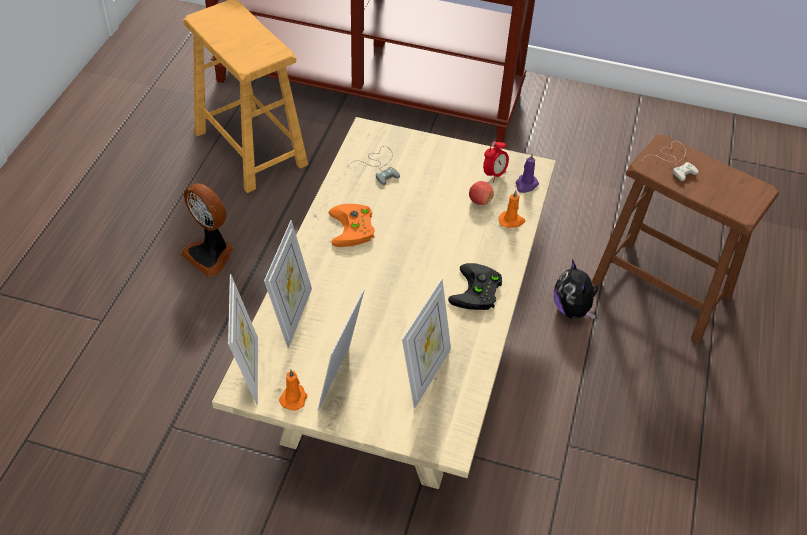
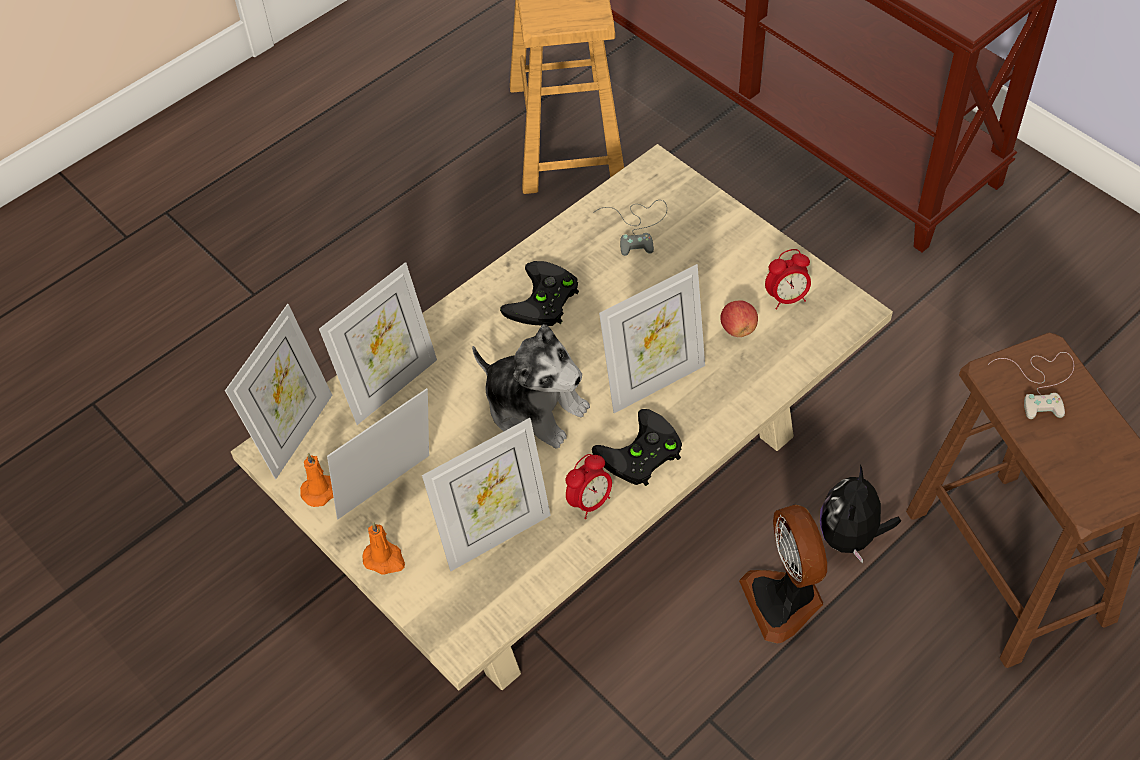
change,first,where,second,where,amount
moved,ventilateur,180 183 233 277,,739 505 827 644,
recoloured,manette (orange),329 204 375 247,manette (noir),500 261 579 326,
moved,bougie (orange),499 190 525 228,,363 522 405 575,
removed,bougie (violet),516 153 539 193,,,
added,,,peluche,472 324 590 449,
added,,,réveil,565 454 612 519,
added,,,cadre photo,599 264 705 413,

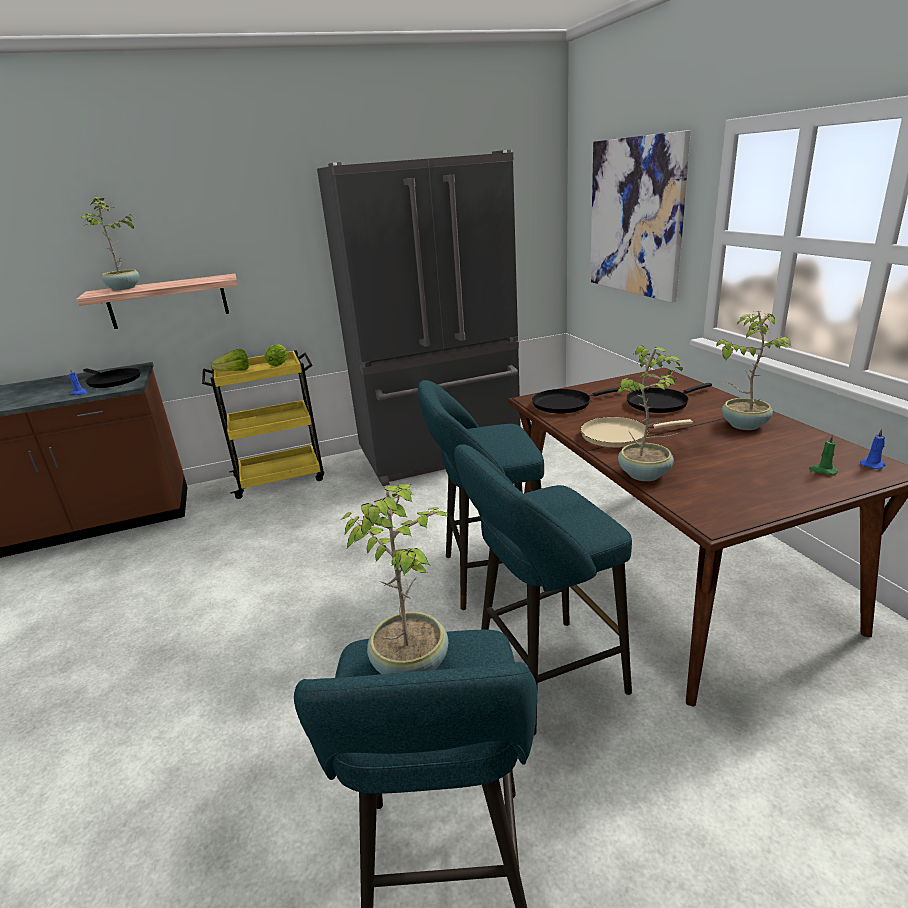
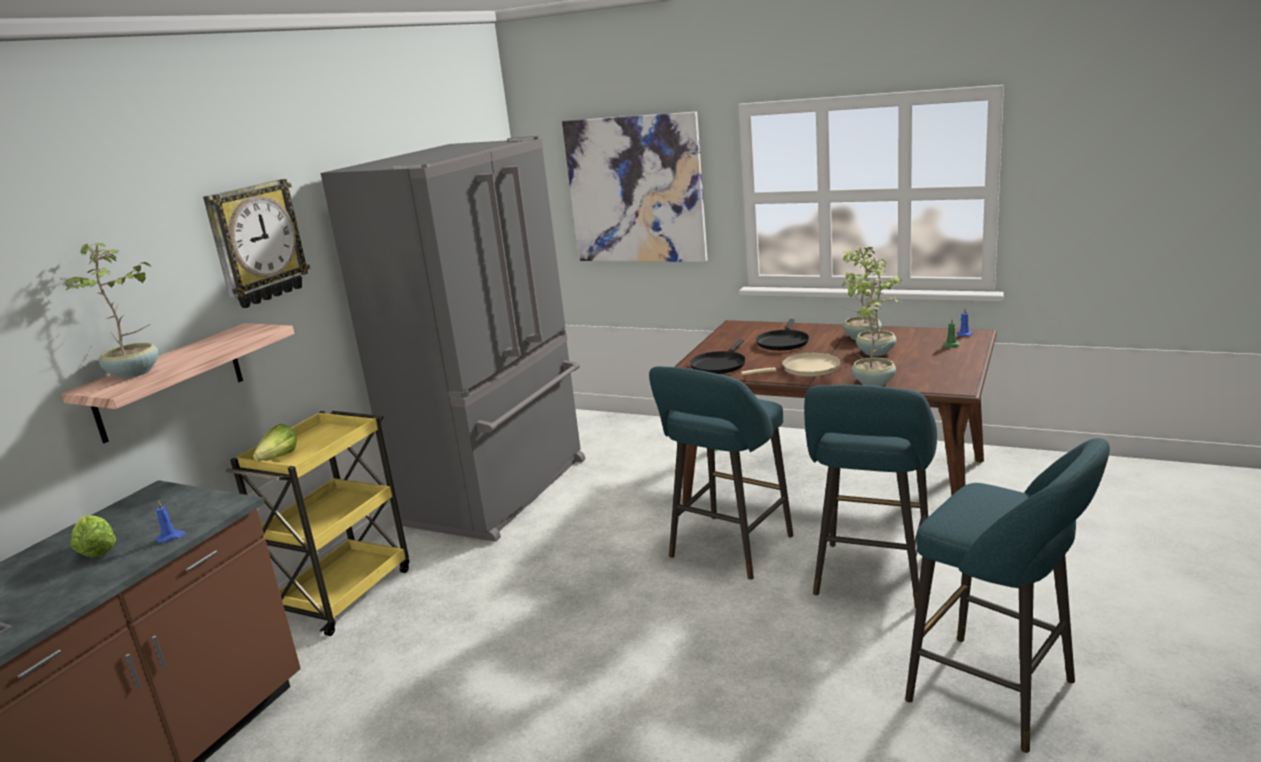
change,first,where,second,where,amount
removed,poêle (noir),83 368 140 388,,,
moved,laitue,265 344 288 367,,71 515 116 557,
moved,plante en pot,340 484 449 674,,842 258 903 356,
turned,poêle (beige),581 417 693 447,,741 352 841 376,135 degrees counterclockwise
added,,,horloge murale,203 179 310 308,

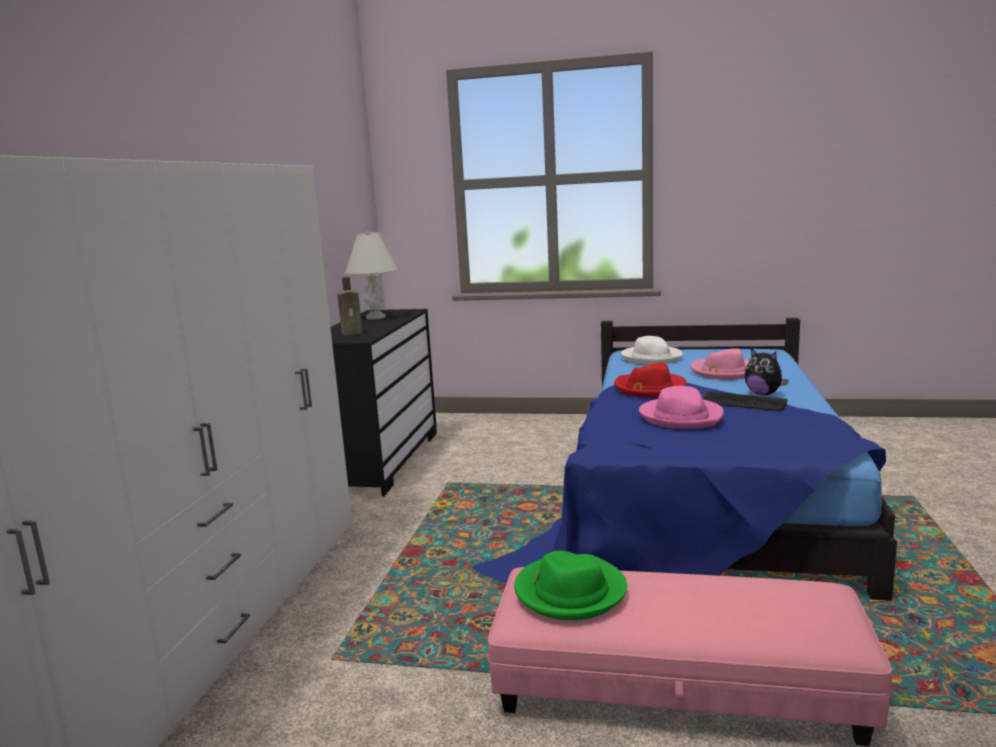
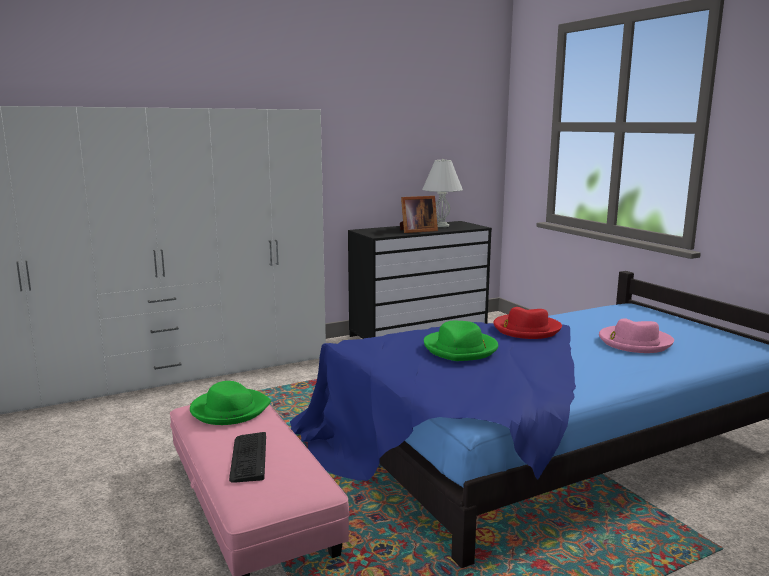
change,first,where,second,where,amount
removed,bouteille (marron),337 277 362 336,,,
removed,chapeau (blanc),621 336 683 364,,,
recoloured,chapeau (rose),639 386 724 429,chapeau (vert),424 321 498 361,
moved,clavier,703 392 787 411,,229 432 266 483,
removed,peluche,744 348 789 395,,,
added,,,cadre photo,400 196 438 233,

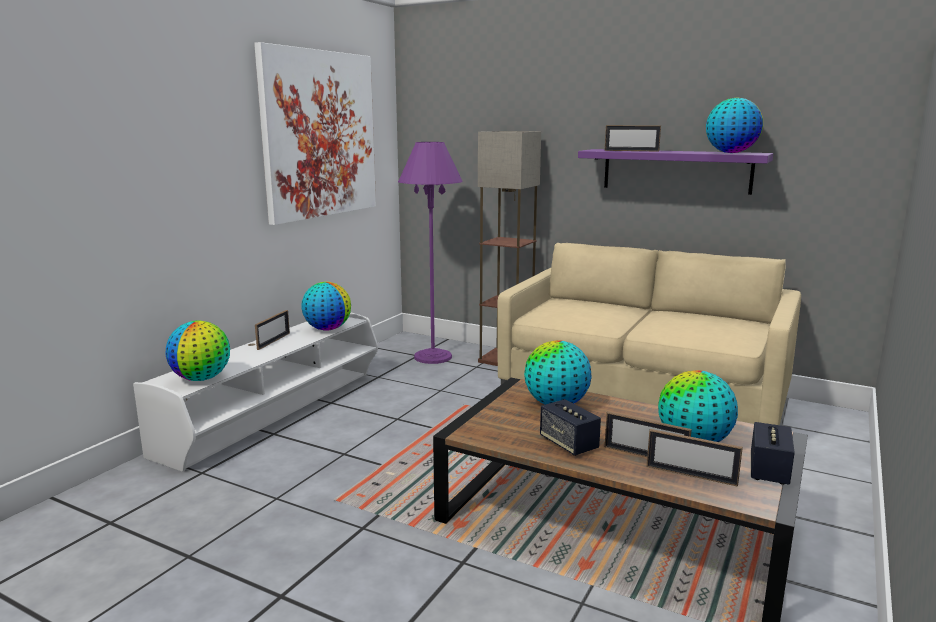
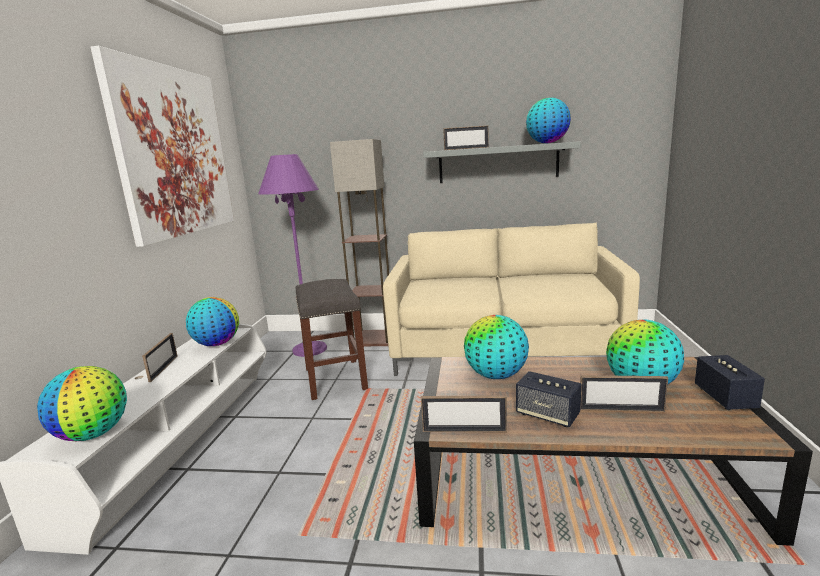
change,first,where,second,where,amount
recoloured,étagère (violet),578 149 773 195,étagère (gris),423 141 581 183,
moved,cadre photo,647 429 743 487,,421 395 507 432,
added,,,tabouret (gris),296 279 368 400,

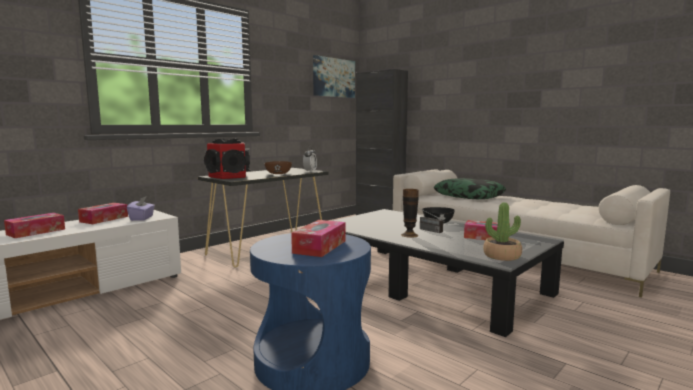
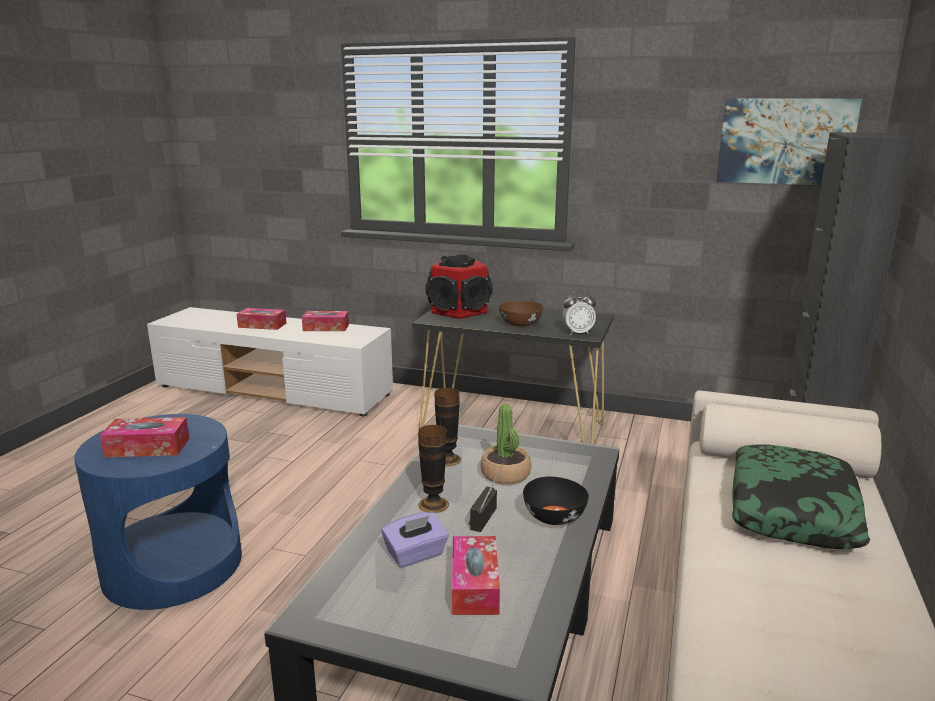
change,first,where,second,where,amount
moved,boîte à mouchoirs (violet),127 197 155 221,,382 512 449 567,
moved,plante en pot,483 202 522 261,,481 404 531 484,
added,,,vase,435 388 461 466,

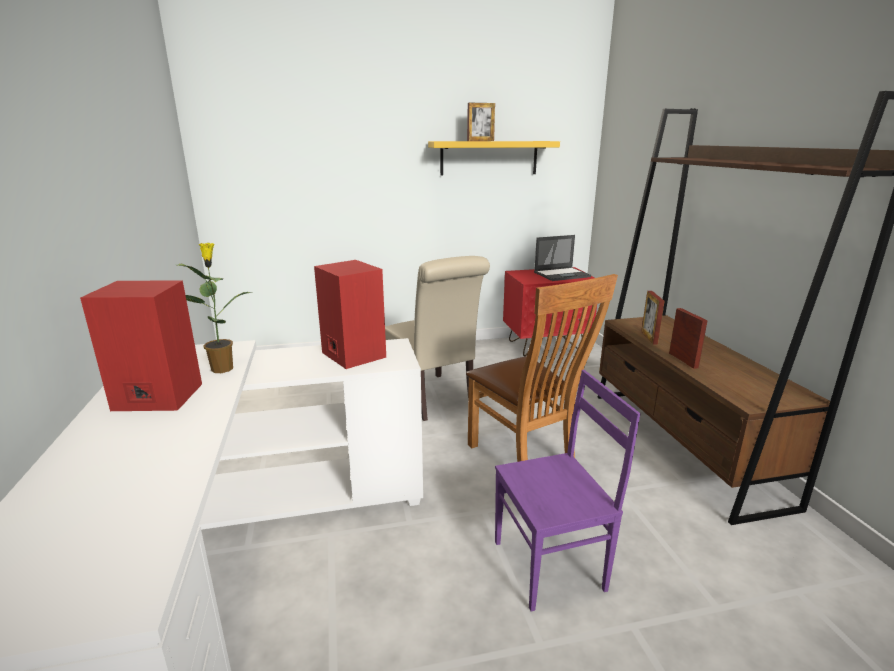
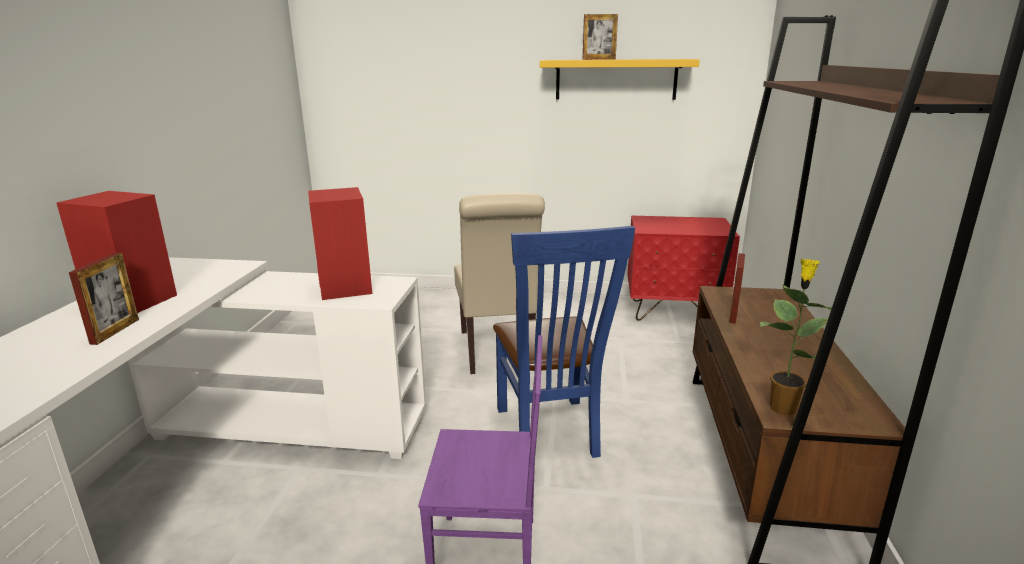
change,first,where,second,where,amount
moved,plante en pot,178 243 252 373,,760 259 832 416,
recoloured,chaise (marron),466 274 618 462,chaise (bleu),493 226 635 458,
removed,ordinateur portable,534 235 591 281,,,
moved,cadre photo,669 308 708 369,,69 253 139 345,

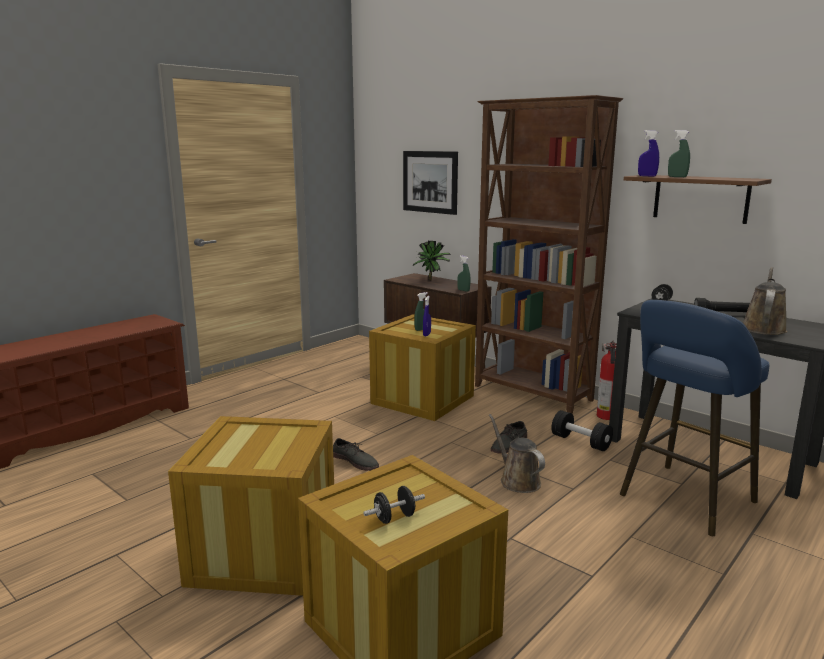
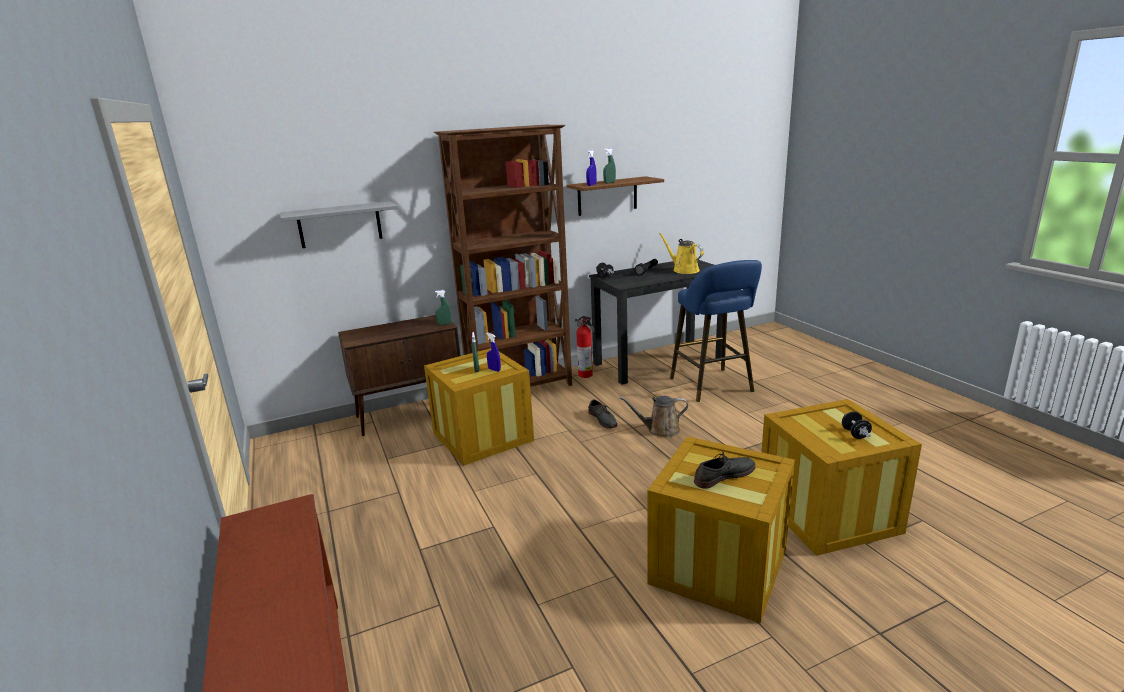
change,first,where,second,where,amount
moved,chaussure (gris),333 438 379 471,,694 452 756 489,
replaced,tableau,403 151 458 215,étagère (gris),280 201 398 248,
removed,plante en pot,413 241 451 280,,,
removed,haltère (noir),551 410 613 451,,,
recoloured,arrosoir (marron),743 267 787 335,arrosoir (jaune),659 233 704 274,

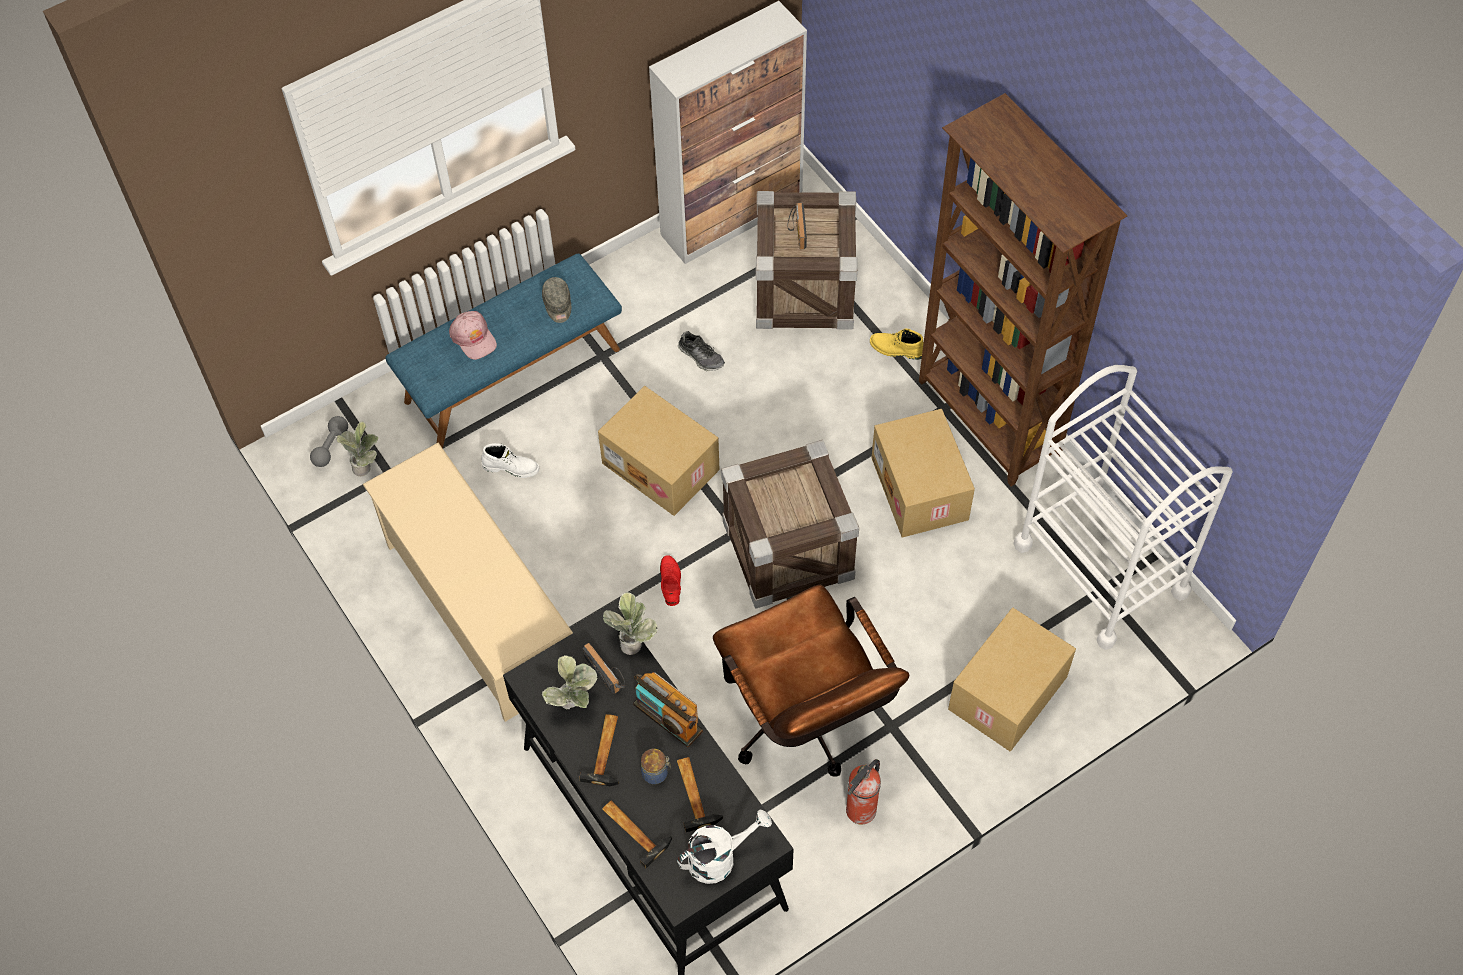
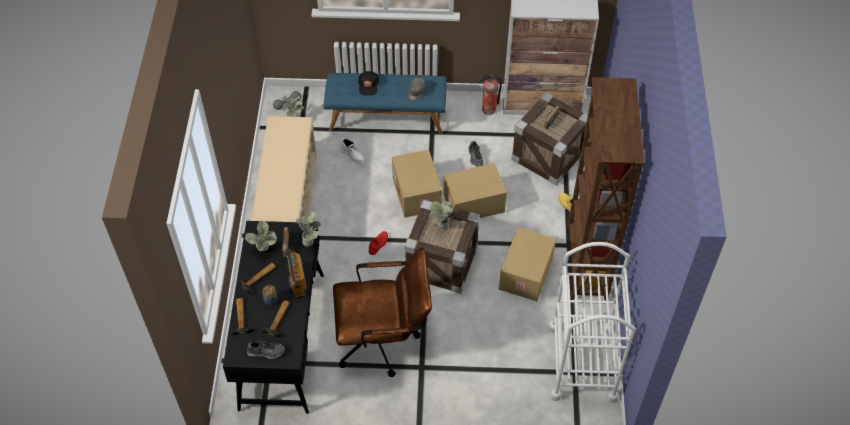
change,first,where,second,where,amount
recoloured,casquette (rose),449 311 497 360,casquette (noir),358 71 379 96,
replaced,arrosoir (blanc),677 810 772 884,chaussure,247 340 285 359,
turned,chaise de bureau (marron),713 585 909 777,,333 248 432 377,105 degrees counterclockwise
moved,extincteur,846 759 881 825,,478 74 502 115,
moved,carton,948 607 1076 752,,443 163 507 218,
added,,,plante en pot,430 201 453 230,

